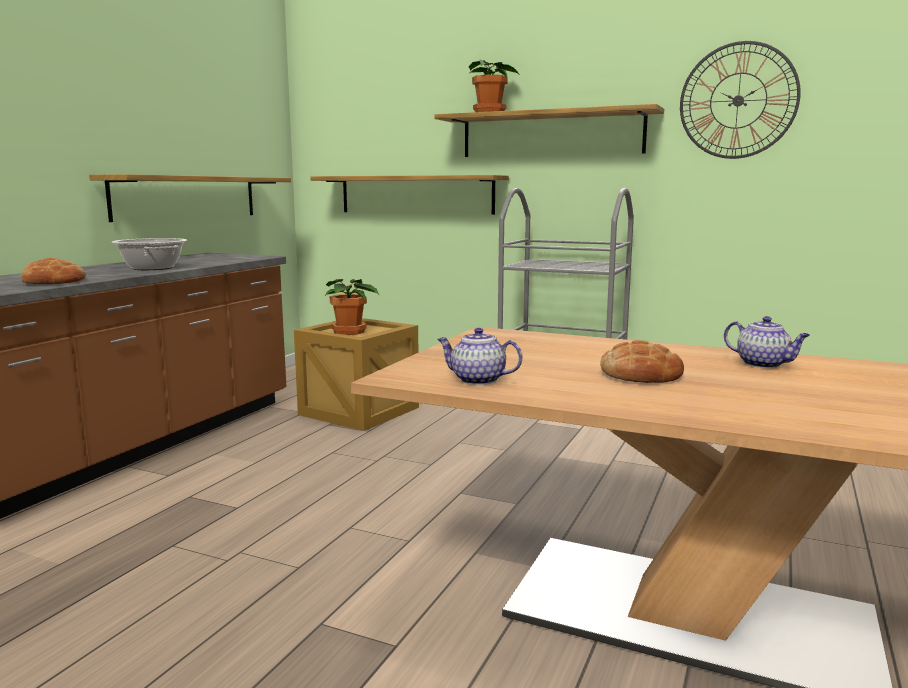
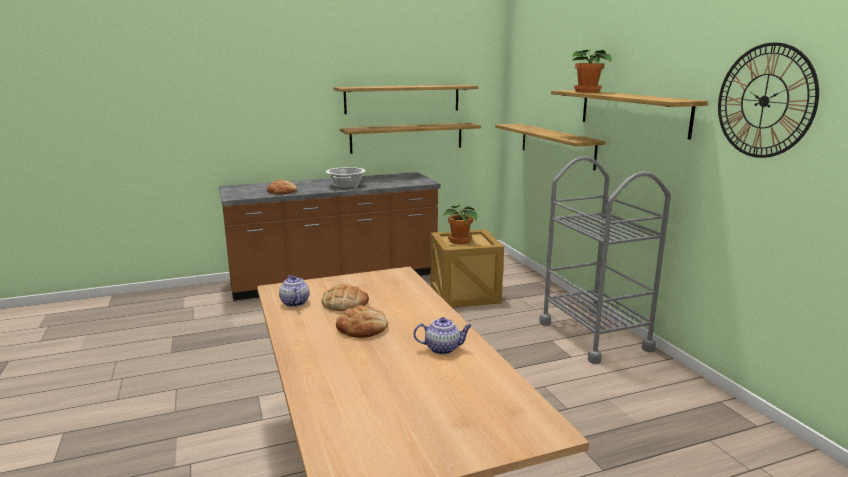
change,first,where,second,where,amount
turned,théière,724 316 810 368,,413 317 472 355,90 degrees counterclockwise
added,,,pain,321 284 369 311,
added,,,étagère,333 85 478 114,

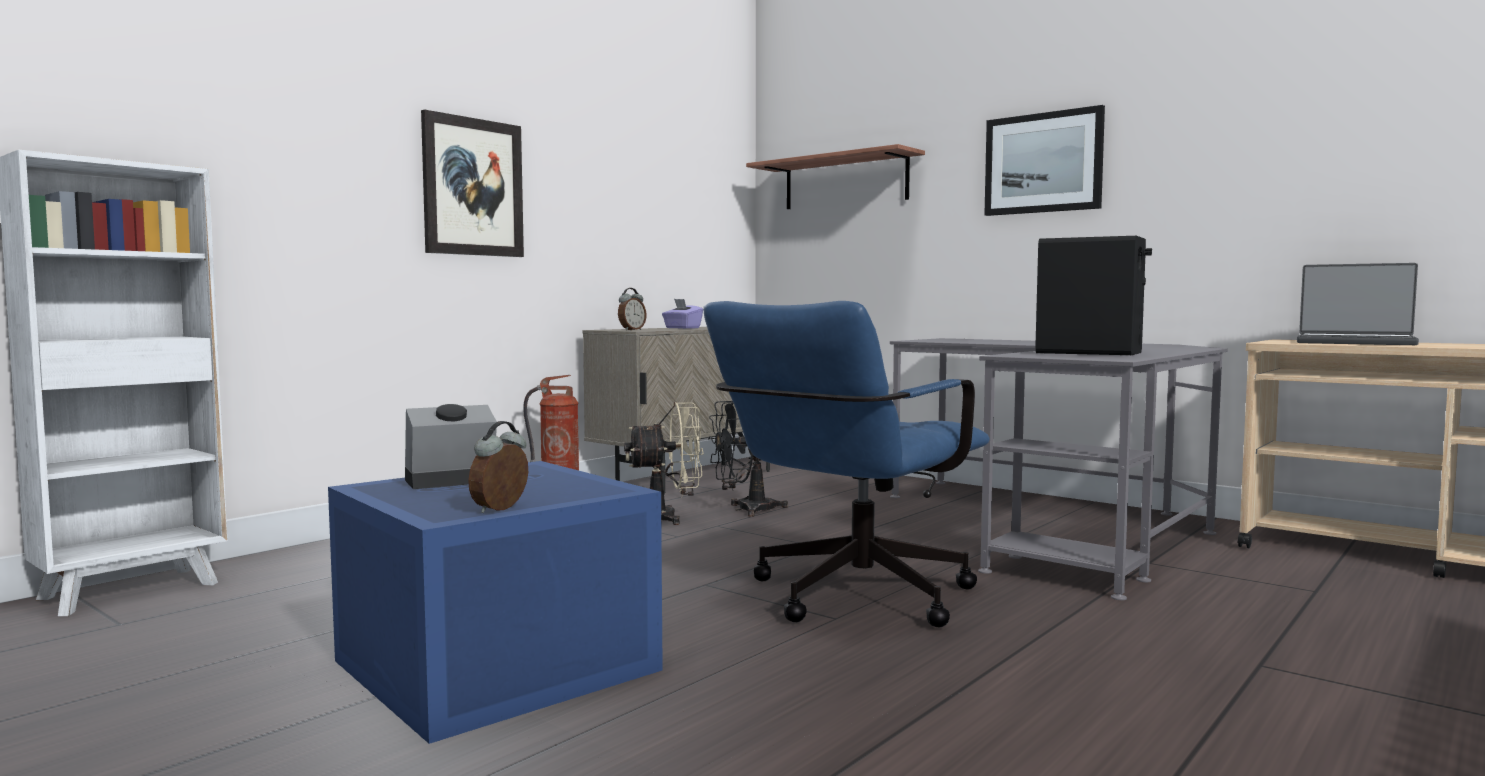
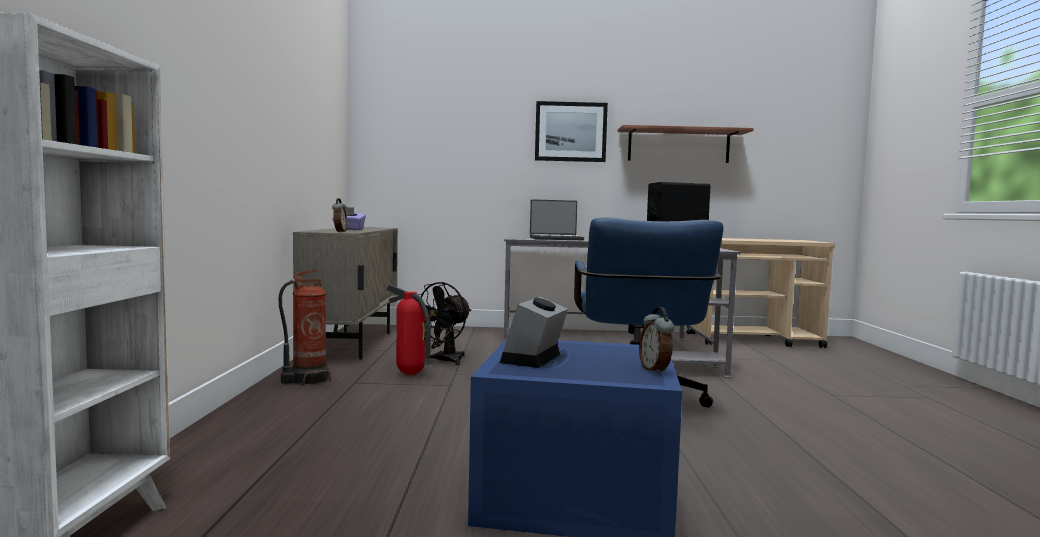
change,first,where,second,where,amount
removed,tableau,421 110 524 257,,,
replaced,ventilateur (beige),624 402 704 525,extincteur,387 285 431 375,
moved,étagère,746 144 925 209,,618 125 754 163,
moved,ordinateur portable,1297 263 1419 345,,530 199 584 240,

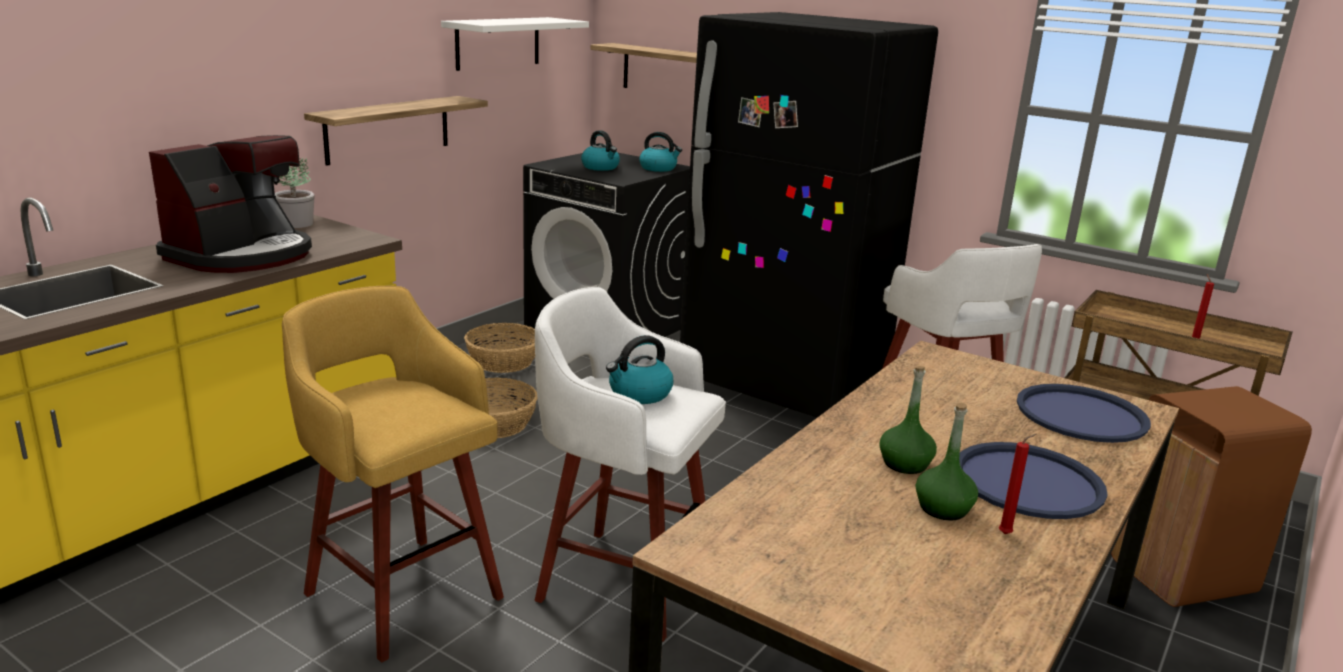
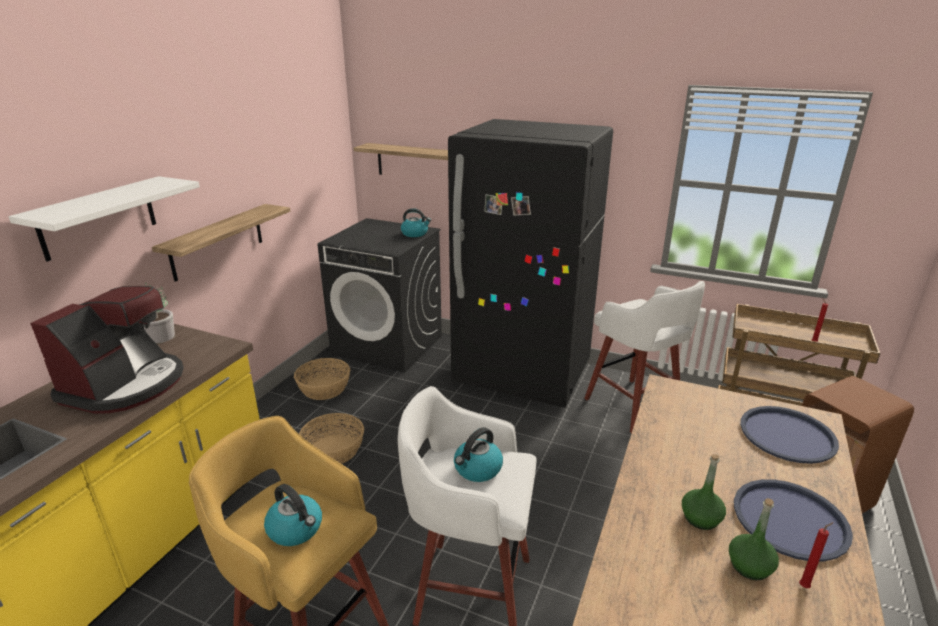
change,first,where,second,where,amount
moved,étagère (blanc),441 17 589 71,,8 176 200 262,
moved,bouilloire,581 130 620 171,,264 484 322 546,

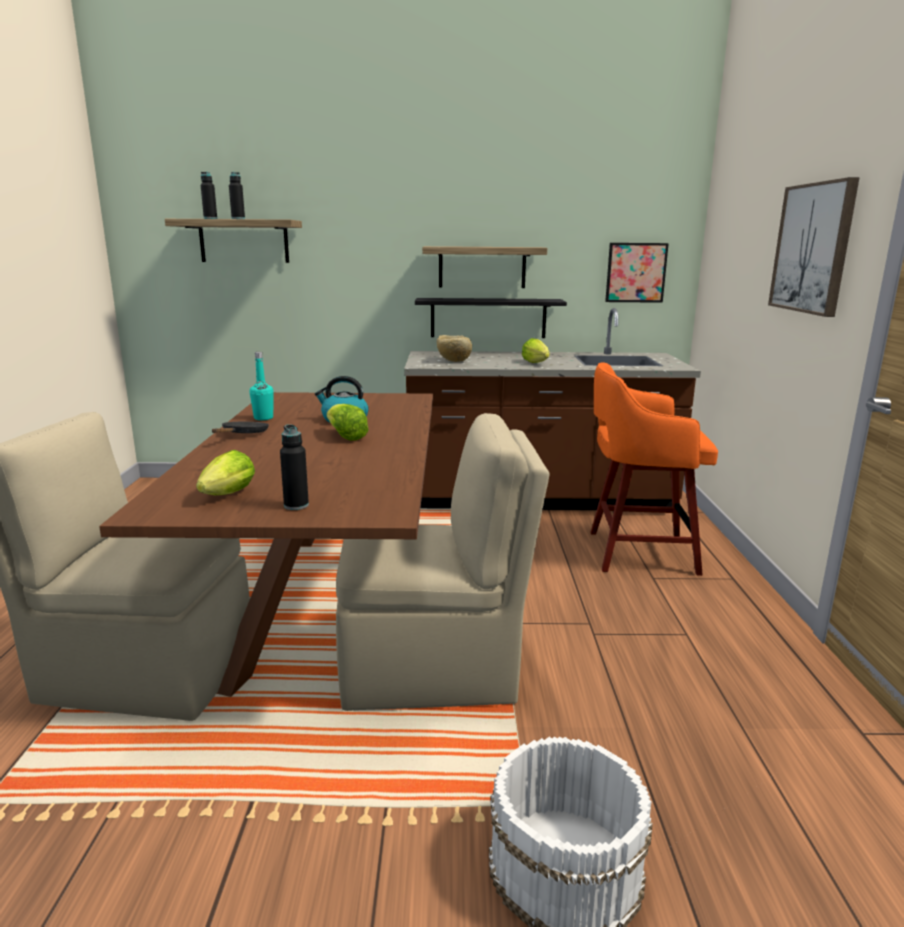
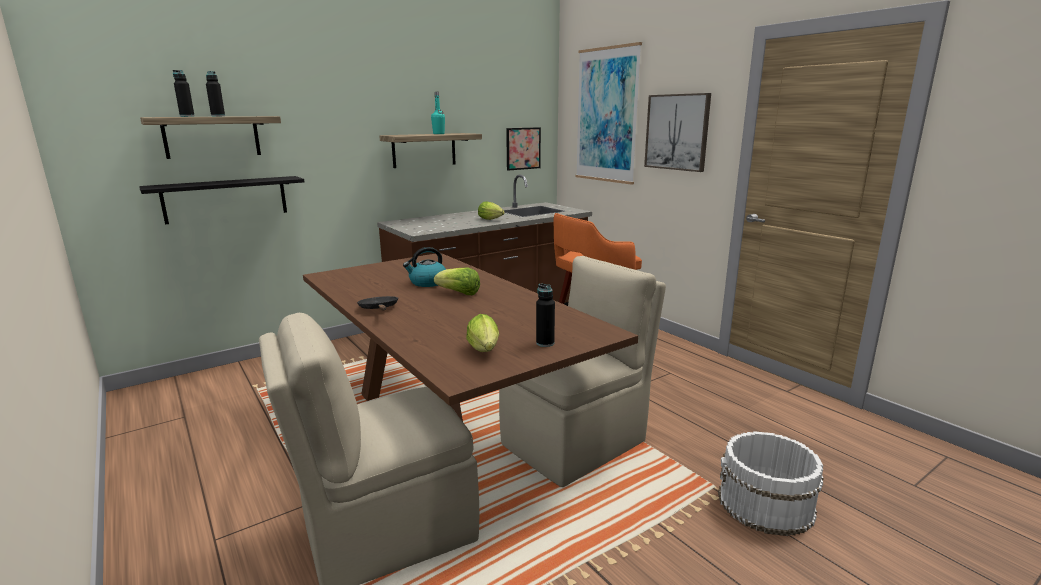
change,first,where,second,where,amount
moved,bouteille (turquoise),250 352 274 420,,431 92 445 134,
moved,étagère (noir),415 298 567 338,,139 176 305 224,
removed,bol (beige),437 335 472 362,,,
added,,,tableau,575 42 642 185,

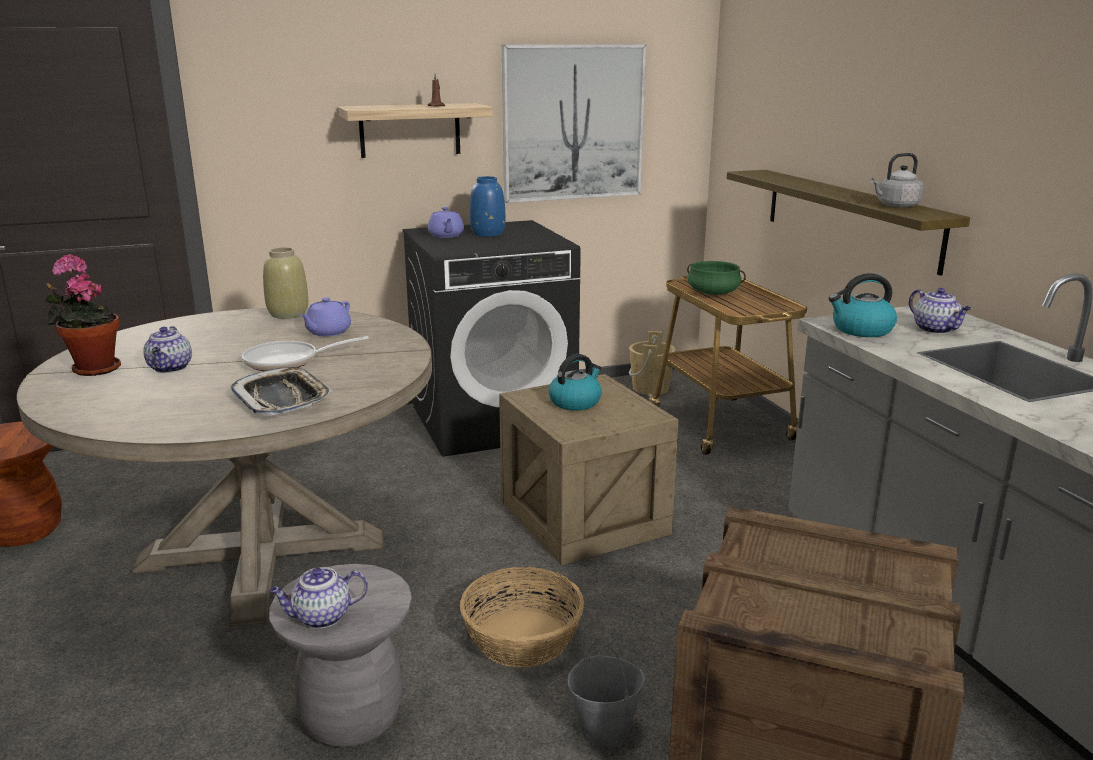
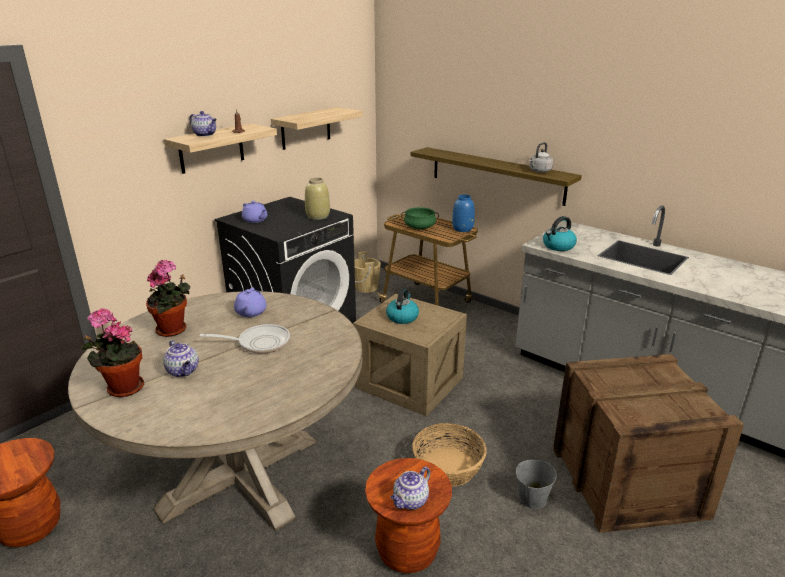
change,first,where,second,where,amount
removed,plateau,230 367 333 416,,,
turned,poêle,241 336 369 371,,200 324 290 353,135 degrees counterclockwise
moved,vase (beige),263 247 308 319,,305 177 330 220,
recoloured,tabouret (gris),269 564 412 747,tabouret (marron),365 458 452 573,
moved,vase (bleu),470 176 505 237,,452 194 475 232,
replaced,tableau,502 44 646 203,étagère,271 107 362 150,
moved,théière,909 288 971 334,,190 111 217 137,
added,,,plante en pot,146 259 190 337,

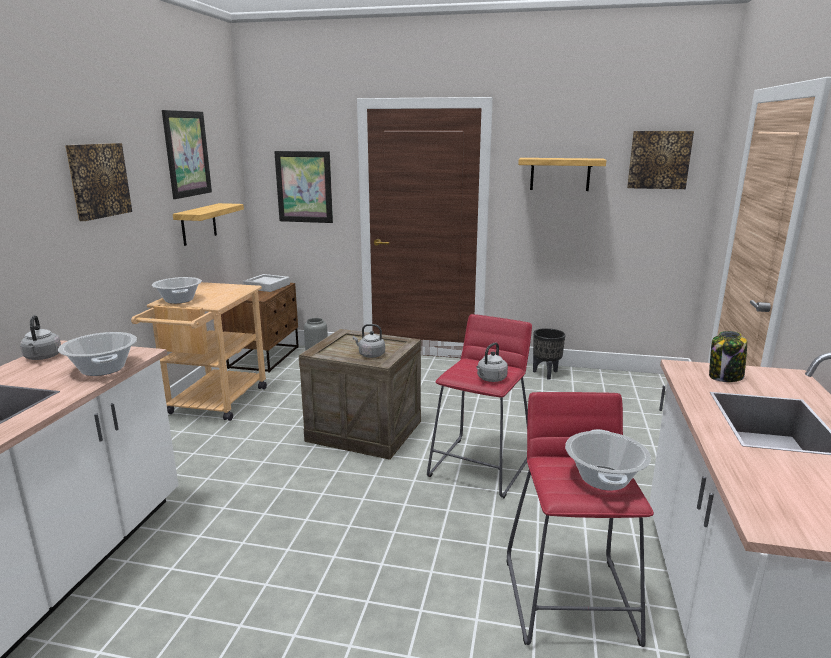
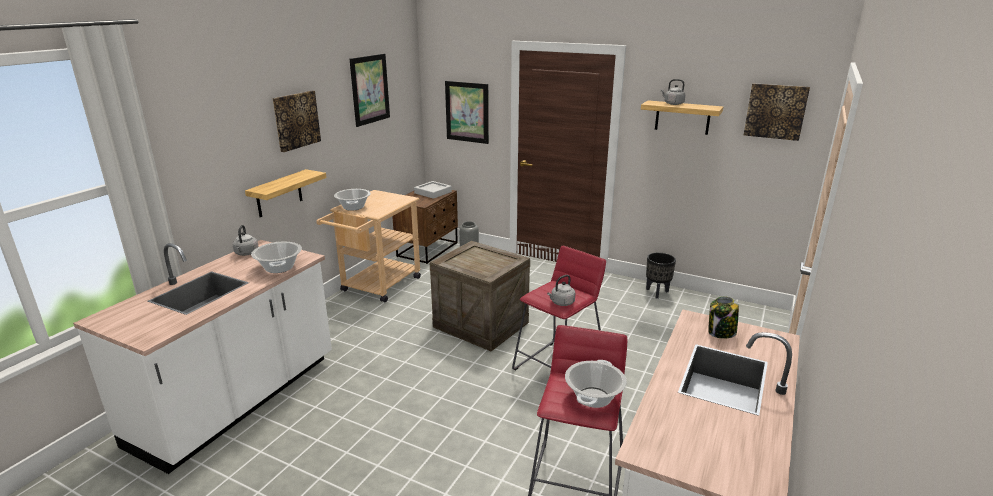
change,first,where,second,where,amount
moved,étagère,173 203 244 246,,245 169 327 217,
moved,bouilloire (gris),353 324 385 358,,661 79 685 105,

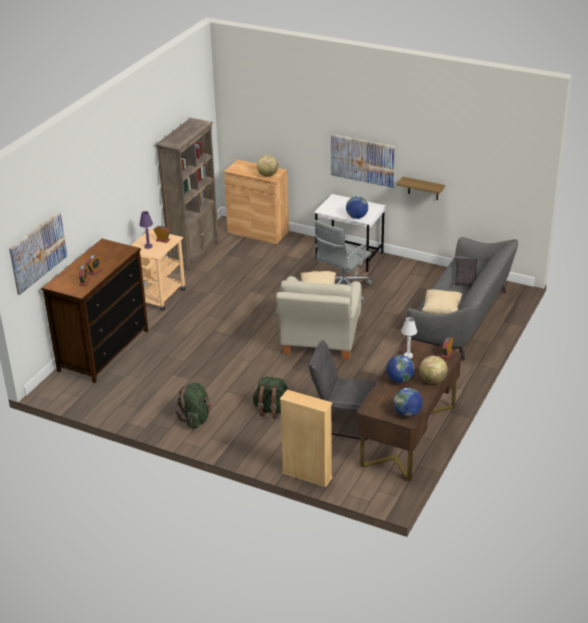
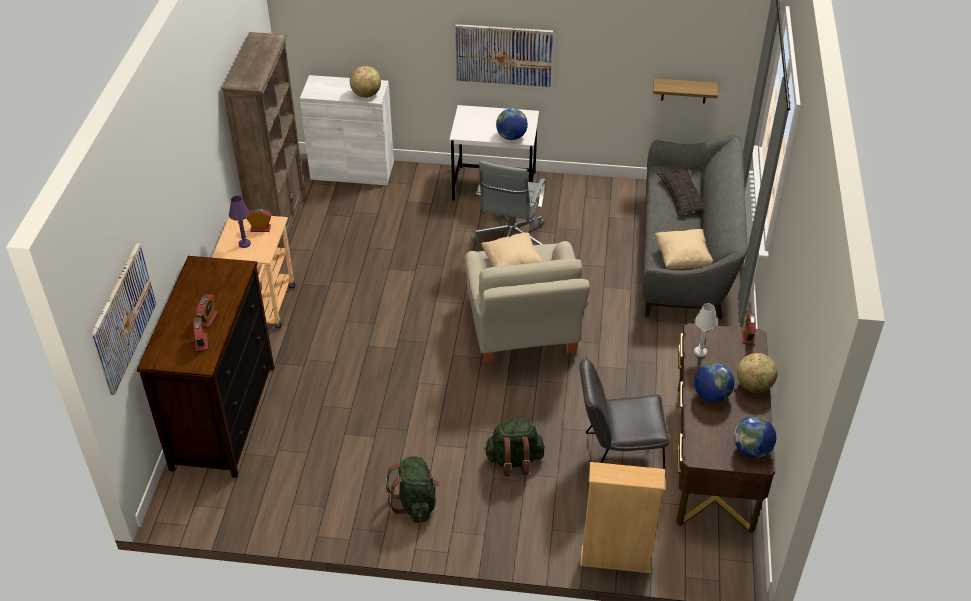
change,first,where,second,where,amount
recoloured,meuble de rangement (marron),224 160 289 244,meuble de rangement (blanc),300 75 394 185,
moved,étagère,397 177 445 200,,653 78 718 103,

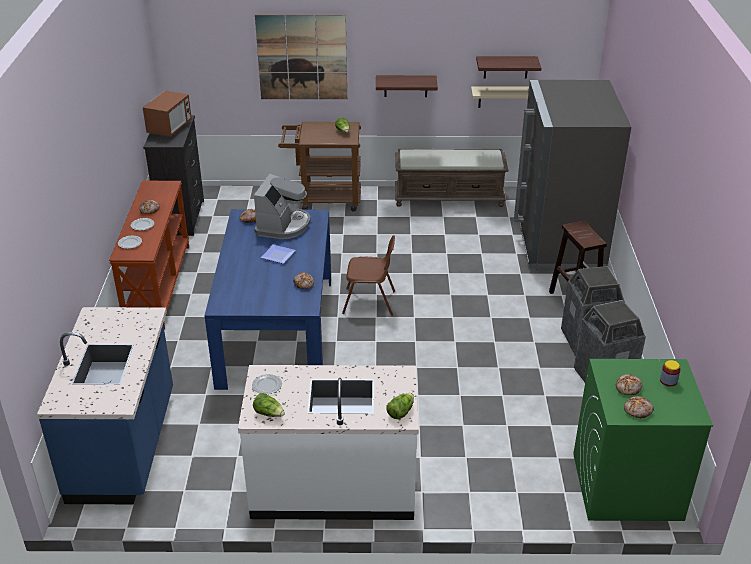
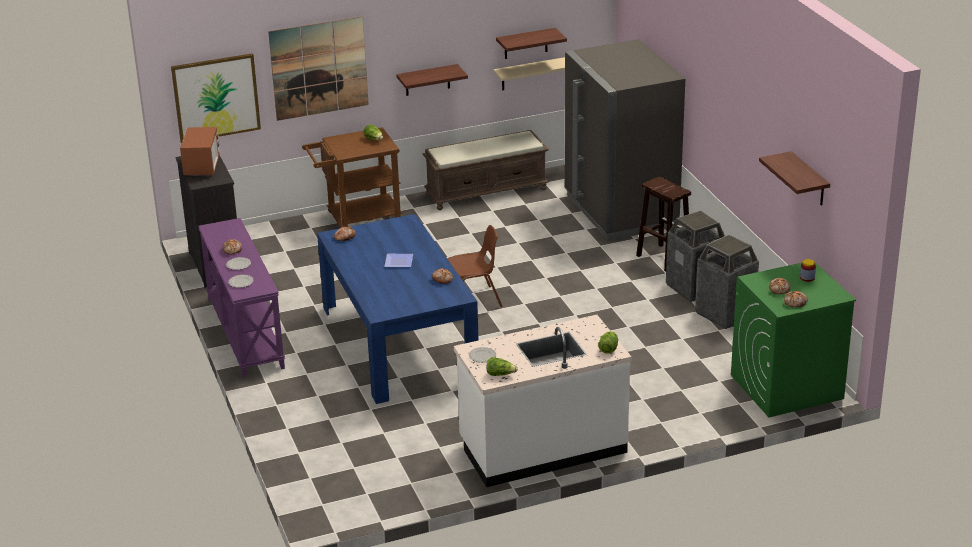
change,first,where,second,where,amount
removed,comptoir de cuisine (bleu),37 307 173 504,,,
recoloured,table console (marron),109 181 189 330,table console (violet),198 218 285 378,
removed,machine à café,254 174 311 239,,,
added,,,tableau,171 53 261 143,
added,,,étagère,759 151 830 206,

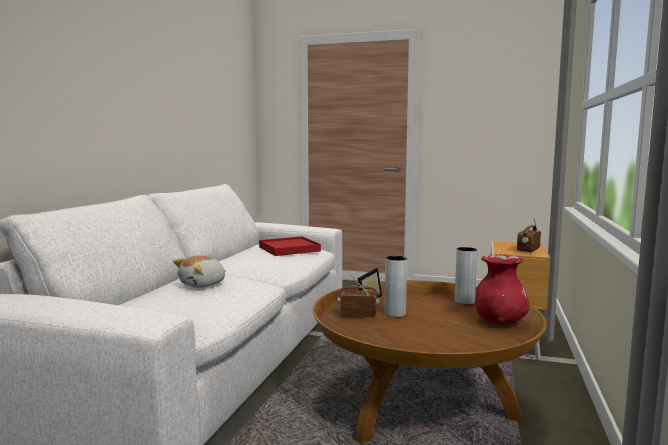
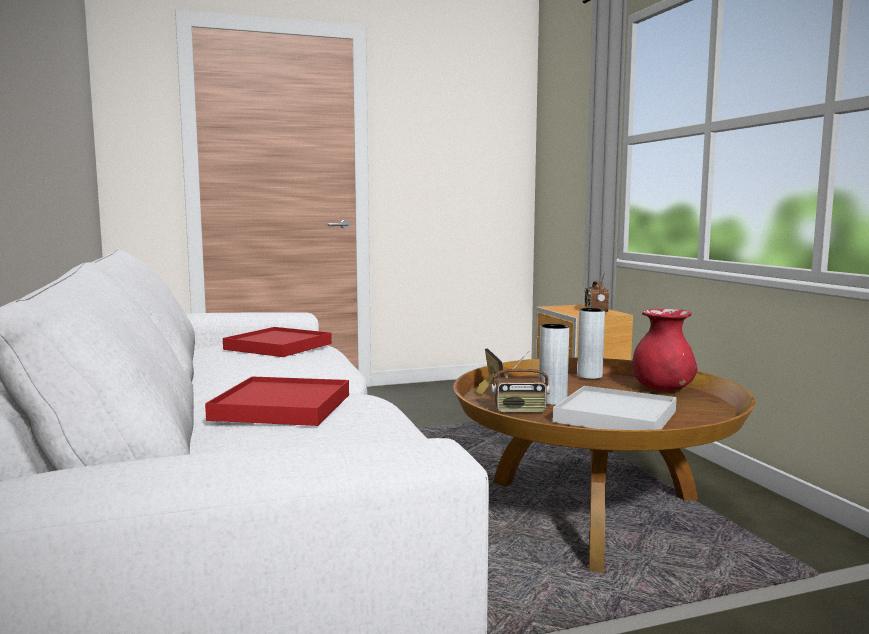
change,first,where,second,where,amount
replaced,peluche,173 256 226 288,plateau (rouge),205 377 349 426,
turned,radio,338 276 379 318,,491 351 550 413,150 degrees counterclockwise
added,,,plateau (blanc),553 386 677 430,

